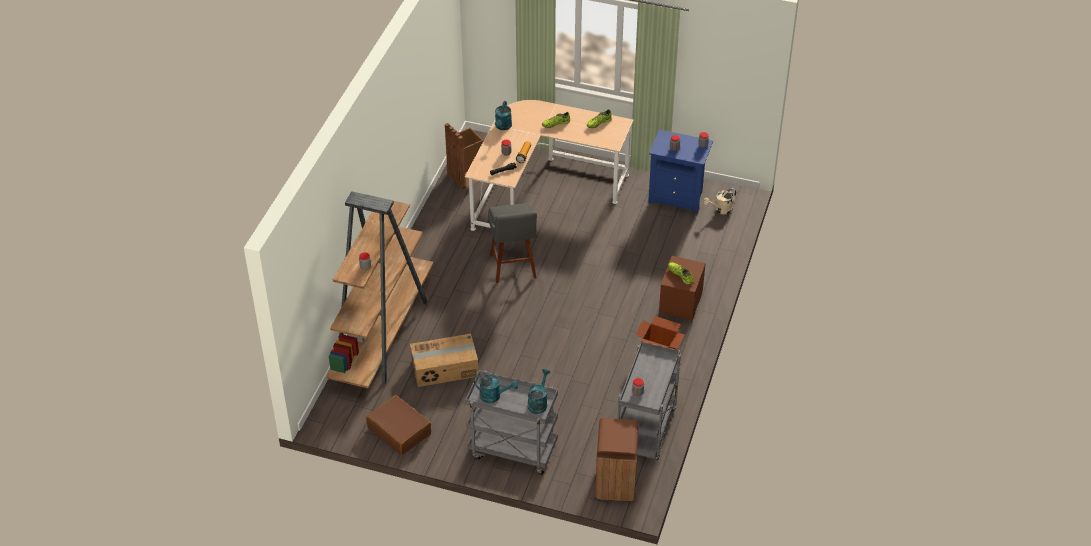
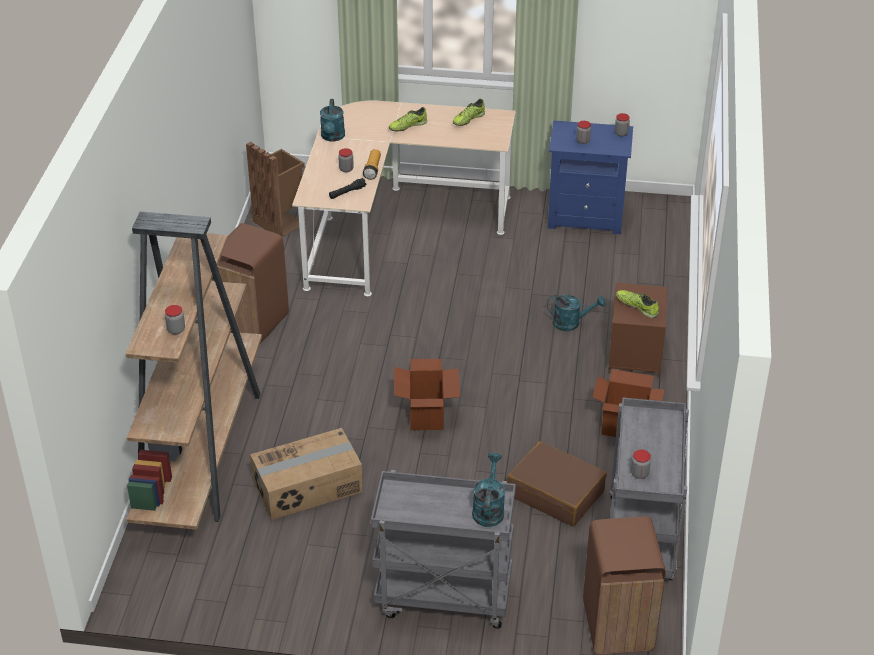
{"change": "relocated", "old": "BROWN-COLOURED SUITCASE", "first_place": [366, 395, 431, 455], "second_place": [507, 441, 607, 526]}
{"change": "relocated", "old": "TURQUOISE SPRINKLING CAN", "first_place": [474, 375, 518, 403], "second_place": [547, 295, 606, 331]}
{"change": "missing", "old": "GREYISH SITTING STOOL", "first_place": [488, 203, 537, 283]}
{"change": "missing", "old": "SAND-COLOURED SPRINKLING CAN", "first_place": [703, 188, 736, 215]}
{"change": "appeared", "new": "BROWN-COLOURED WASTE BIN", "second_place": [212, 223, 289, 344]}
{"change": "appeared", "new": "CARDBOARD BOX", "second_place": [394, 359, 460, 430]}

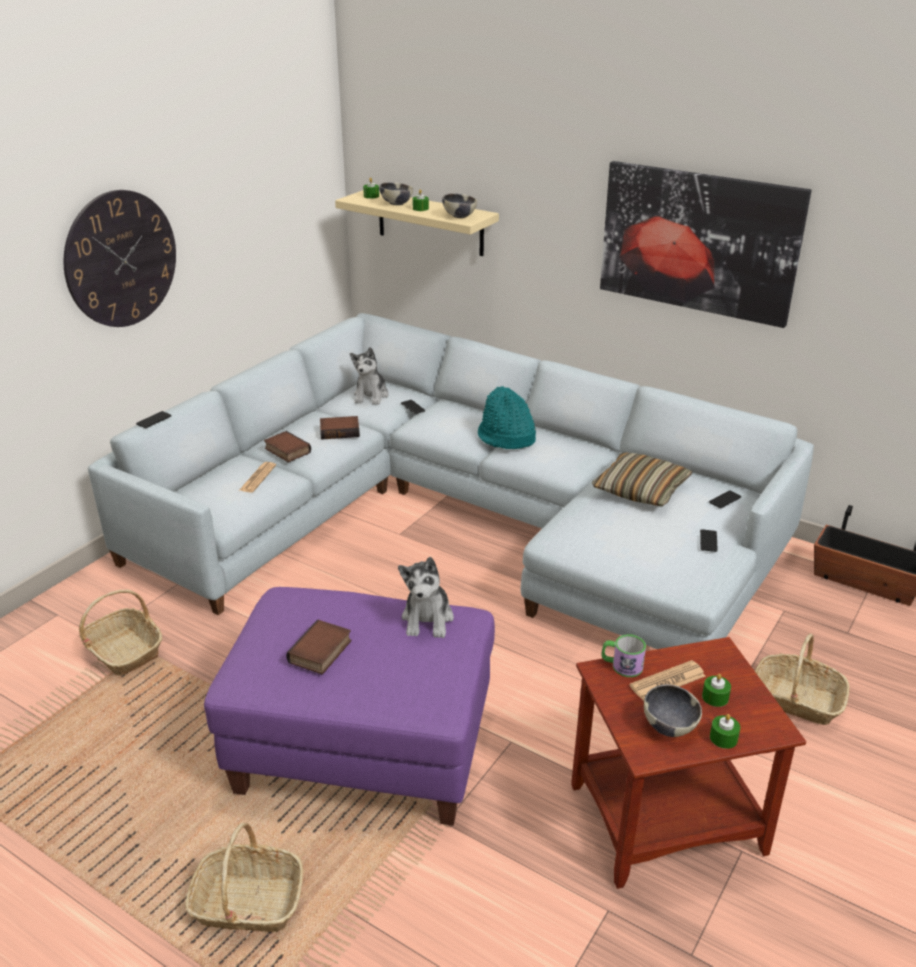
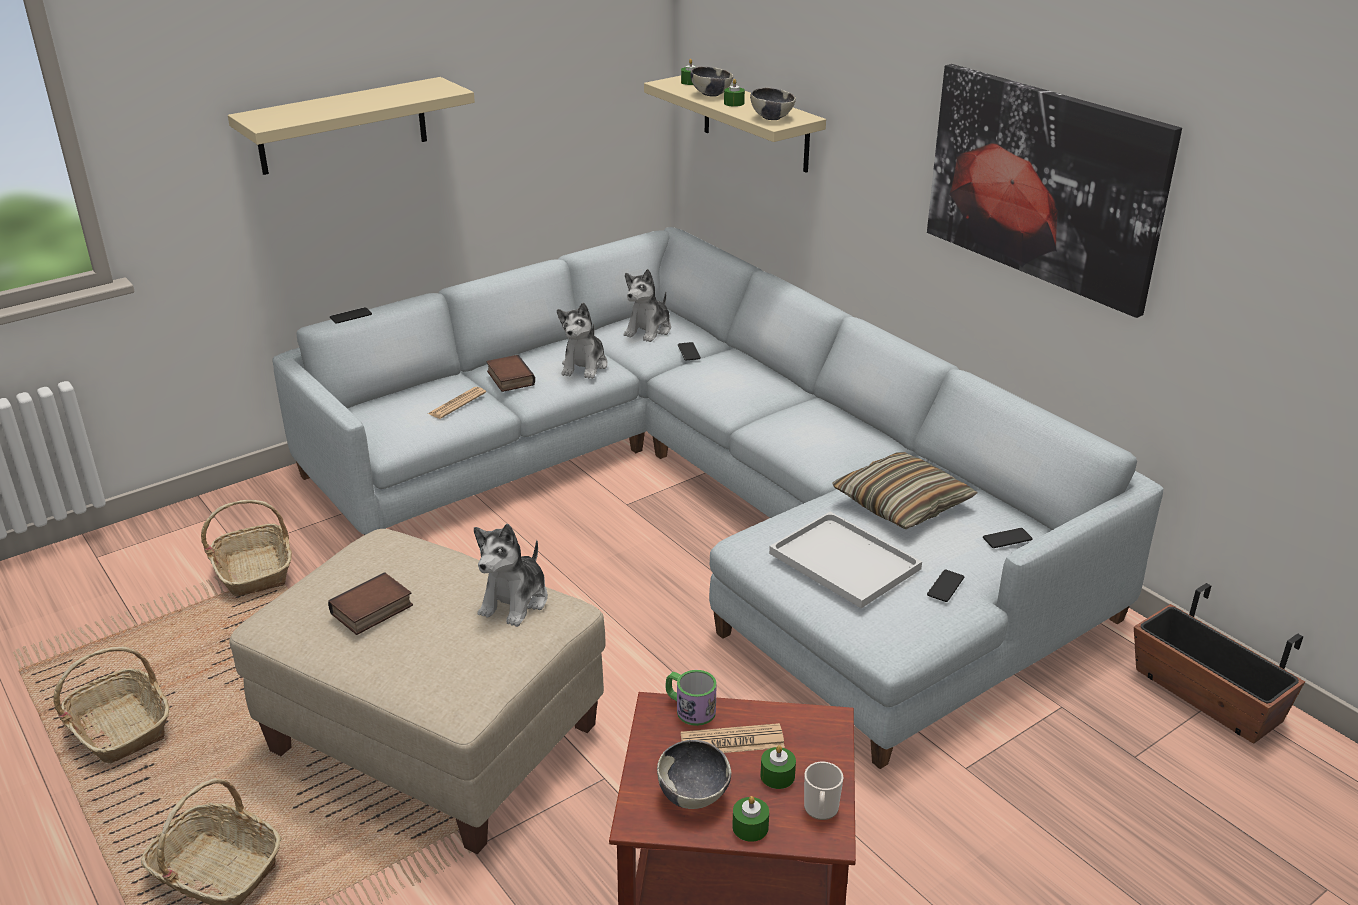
{"change": "exchanged", "old": "WALL CLOCK", "new": "SAND-COLOURED BRACKET SHELF", "first_place": [63, 190, 176, 327], "second_place": [228, 77, 475, 175]}
{"change": "colour", "old": "PURPLE POUFFE", "new": "SAND-COLOURED POUFFE", "first_place": [204, 587, 495, 826], "second_place": [229, 529, 605, 854]}
{"change": "exchanged", "old": "BOUND BOOK", "new": "PLUSH TOY", "first_place": [320, 416, 360, 439], "second_place": [557, 303, 608, 379]}
{"change": "missing", "old": "TURQUOISE CLOTHING HAT", "first_place": [478, 386, 536, 449]}
{"change": "relocated", "old": "BASKET", "first_place": [755, 633, 849, 725], "second_place": [53, 647, 169, 763]}
{"change": "appeared", "new": "WHITISH SERVING TRAY", "second_place": [769, 512, 922, 608]}
{"change": "appeared", "new": "MUG", "second_place": [804, 762, 843, 820]}

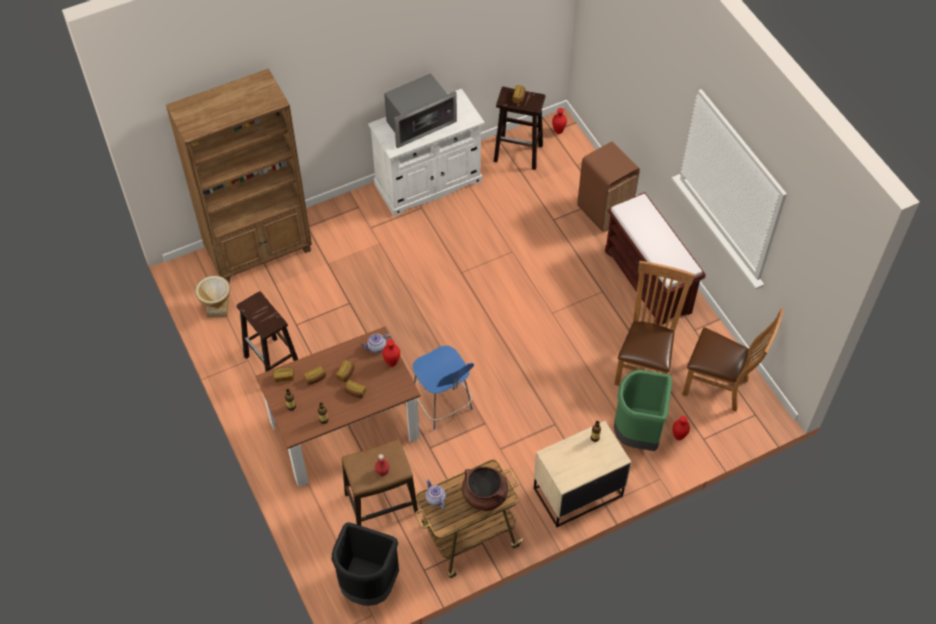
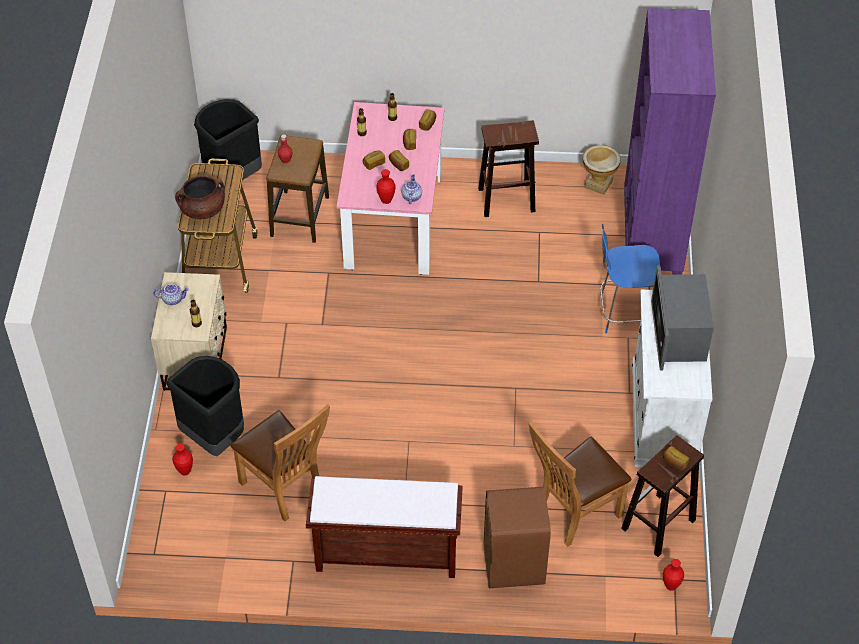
{"change": "colour", "old": "BROWN-COLOURED BOOKCASE", "new": "PURPLE BOOKCASE", "first_place": [166, 68, 312, 283], "second_place": [624, 8, 716, 275]}
{"change": "colour", "old": "BROWN-COLOURED DINNER TABLE", "new": "PINKISH DINNER TABLE", "first_place": [256, 326, 421, 487], "second_place": [336, 102, 445, 275]}
{"change": "relocated", "old": "BLUE-COLOURED PLAIN CHAIR", "first_place": [413, 346, 474, 430], "second_place": [600, 224, 662, 333]}
{"change": "relocated", "old": "POT FOR TEA", "first_place": [426, 479, 446, 509], "second_place": [154, 284, 189, 305]}
{"change": "colour", "old": "GREENISH WASTE BIN", "new": "BLACK WASTE BIN", "first_place": [614, 370, 672, 451], "second_place": [167, 356, 244, 456]}
{"change": "relocated", "old": "BROWN-COLOURED PLAIN CHAIR", "first_place": [682, 307, 784, 412], "second_place": [529, 422, 632, 547]}

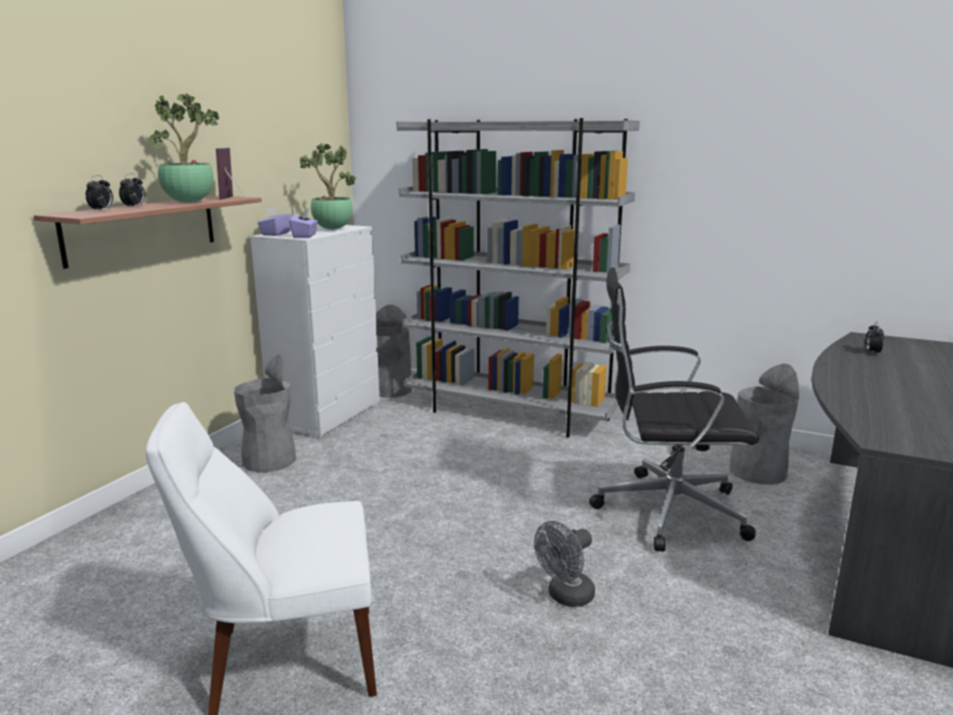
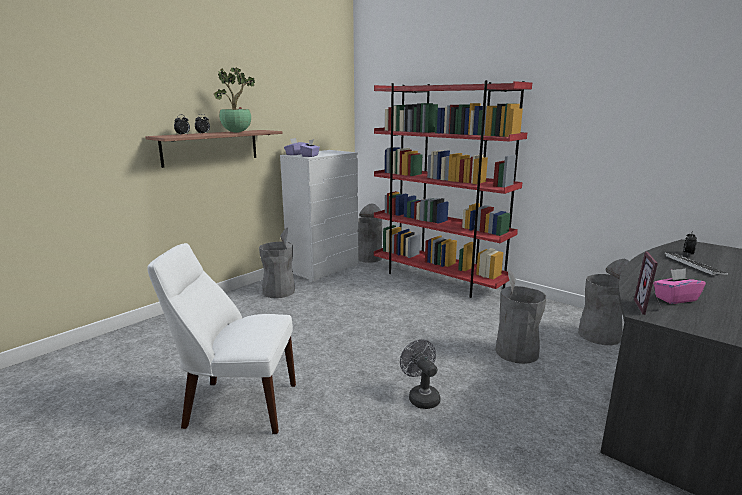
{"change": "relocated", "old": "PHOTO FRAME", "first_place": [216, 148, 244, 200], "second_place": [634, 251, 662, 315]}
{"change": "missing", "old": "POTTED PLANT", "first_place": [300, 143, 356, 230]}
{"change": "colour", "old": "GREYISH BOOKCASE", "new": "RED-COLOURED BOOKCASE", "first_place": [397, 118, 640, 438], "second_place": [374, 80, 532, 298]}
{"change": "spun", "old": "GREYISH FAN", "first_place": [534, 521, 595, 607], "second_place": [400, 339, 441, 409], "degrees": 90}
{"change": "exchanged", "old": "BLACK OFFICE CHAIR", "new": "GREYISH WASTE BIN", "first_place": [589, 267, 759, 551], "second_place": [495, 269, 546, 364]}
{"change": "appeared", "new": "PINKISH TISSUE BOX", "second_place": [653, 268, 706, 304]}
{"change": "appeared", "new": "KEYBOARD", "second_place": [665, 253, 728, 275]}

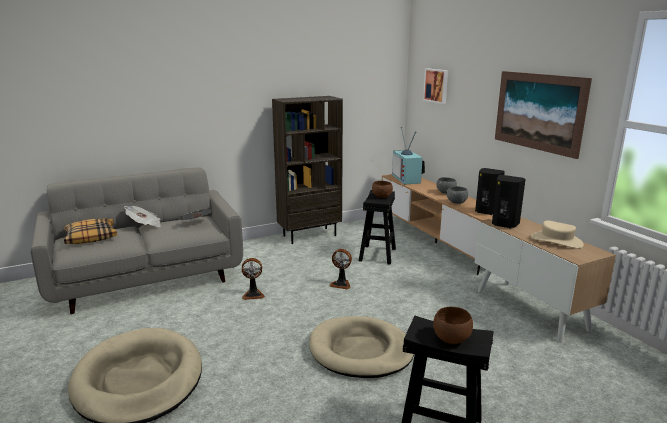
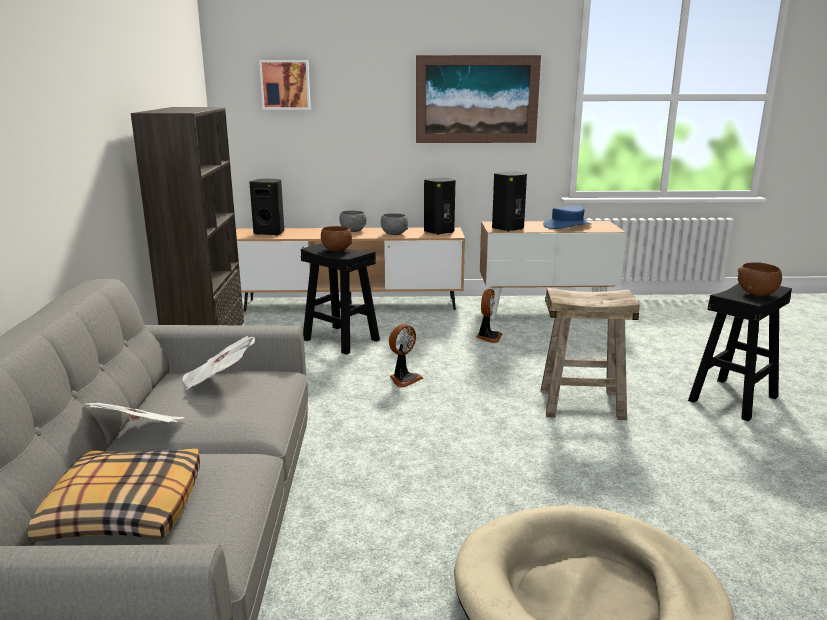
{"change": "relocated", "old": "FAN", "first_place": [242, 258, 265, 300], "second_place": [476, 289, 502, 343]}
{"change": "exchanged", "old": "SAND-COLOURED PET BED", "new": "SAND-COLOURED SITTING STOOL", "first_place": [309, 316, 414, 378], "second_place": [541, 288, 640, 420]}
{"change": "exchanged", "old": "TV SET", "new": "BLACK LOUDSPEAKER", "first_place": [392, 127, 425, 185], "second_place": [249, 179, 284, 236]}
{"change": "colour", "old": "SAND-COLOURED CLOTHING HAT", "new": "BLUE-COLOURED CLOTHING HAT", "first_place": [531, 221, 584, 249], "second_place": [543, 206, 591, 229]}

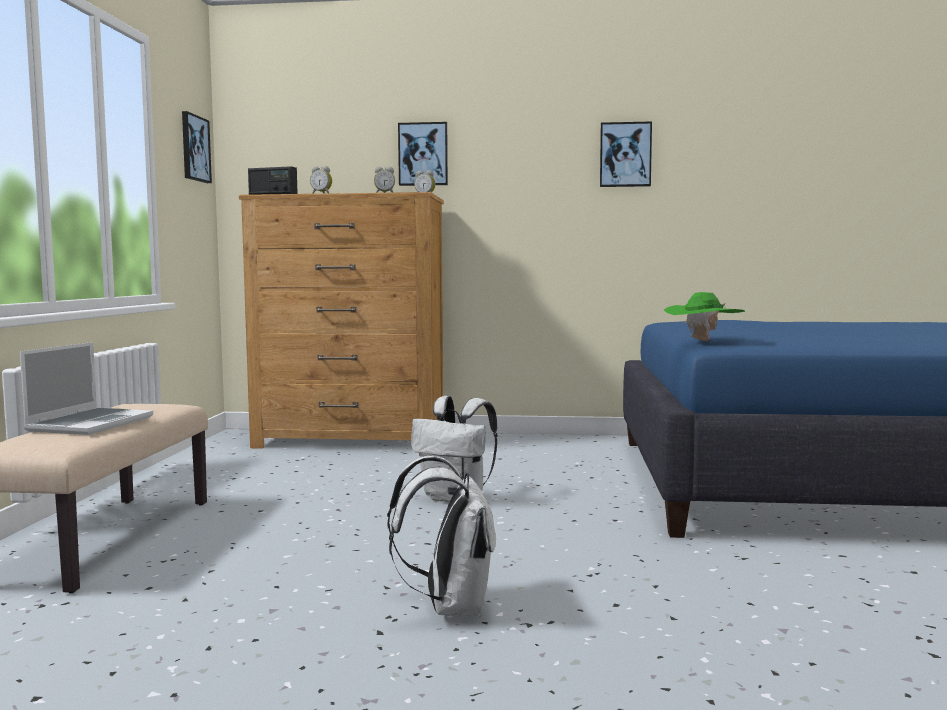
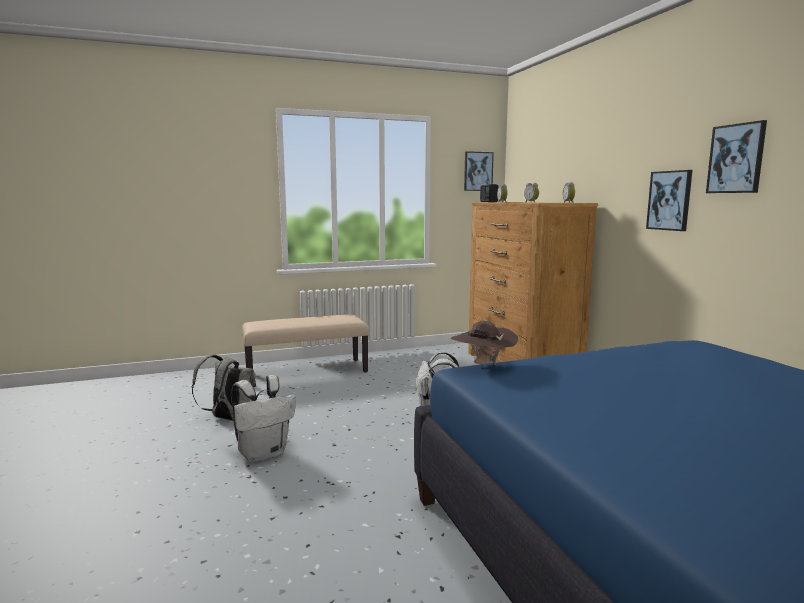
{"change": "missing", "old": "NOTEBOOK COMPUTER", "first_place": [20, 342, 153, 435]}
{"change": "relocated", "old": "PICTURE", "first_place": [398, 122, 448, 186], "second_place": [646, 170, 692, 231]}
{"change": "colour", "old": "GREENISH CLOTHING HAT", "new": "BROWN-COLOURED CLOTHING HAT", "first_place": [664, 292, 745, 341], "second_place": [450, 321, 518, 365]}
{"change": "appeared", "new": "GREYISH BACKPACK", "second_place": [192, 355, 256, 421]}

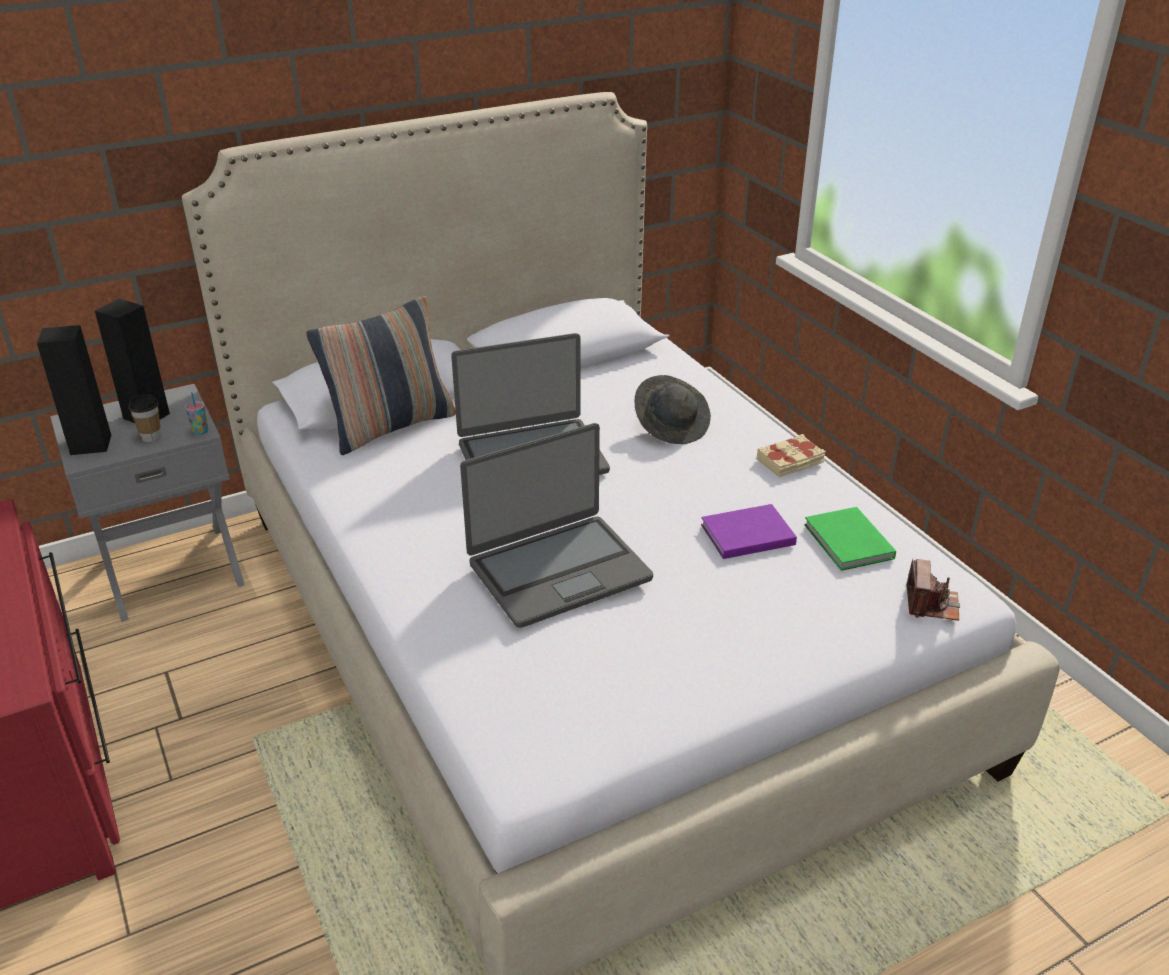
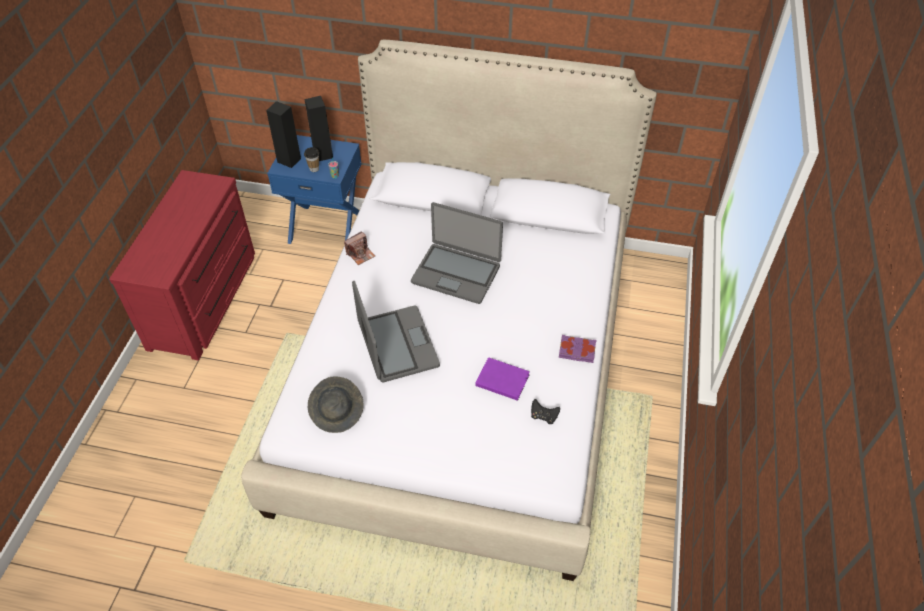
{"change": "colour", "old": "GREYISH BEDSIDE TABLE", "new": "BLUE-COLOURED BEDSIDE TABLE", "first_place": [50, 384, 245, 622], "second_place": [267, 135, 362, 244]}
{"change": "missing", "old": "PILLOW", "first_place": [307, 296, 456, 455]}
{"change": "spun", "old": "NOTEBOOK COMPUTER", "first_place": [460, 423, 653, 628], "second_place": [352, 281, 440, 382], "degrees": -120}
{"change": "relocated", "old": "GREYISH CLOTHING HAT", "first_place": [635, 375, 711, 444], "second_place": [308, 377, 364, 433]}
{"change": "colour", "old": "SAND-COLOURED BOUND BOOK", "new": "PURPLE BOUND BOOK", "first_place": [757, 434, 826, 477], "second_place": [559, 335, 596, 363]}
{"change": "exchanged", "old": "GREENISH BOUND BOOK", "new": "BLACK GAME CONTROLLER", "first_place": [804, 507, 896, 571], "second_place": [531, 399, 560, 424]}
{"change": "relocated", "old": "PHOTO CAMERA", "first_place": [907, 559, 960, 621], "second_place": [344, 231, 375, 265]}

